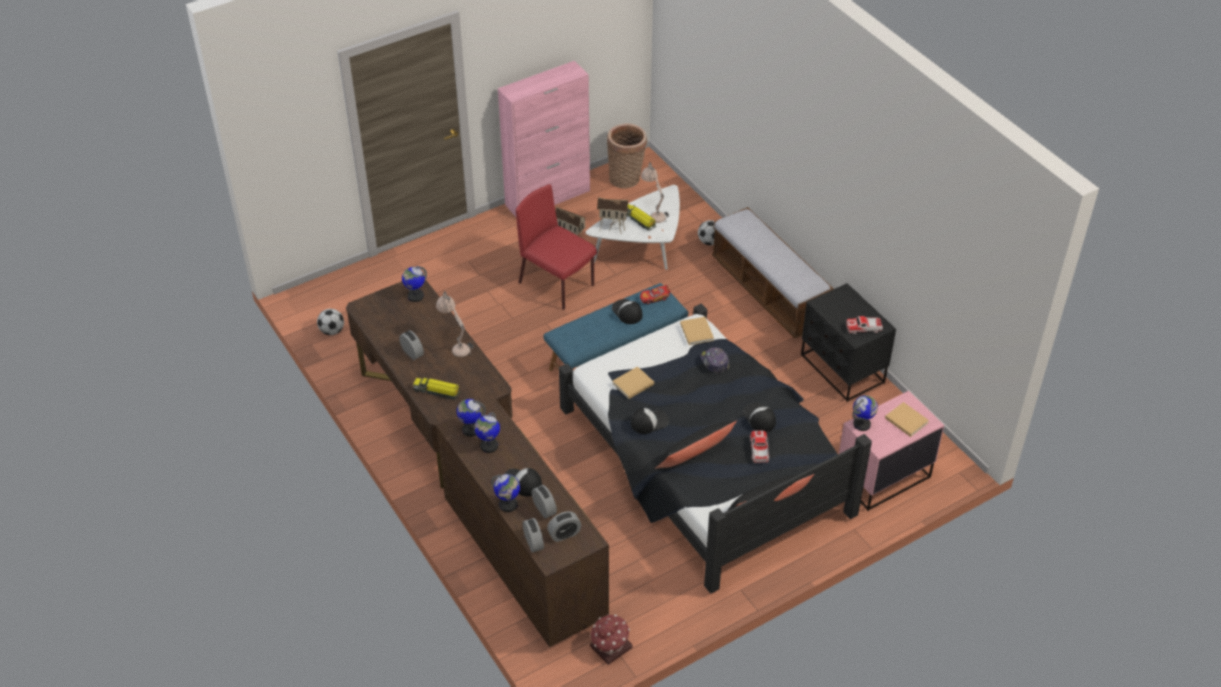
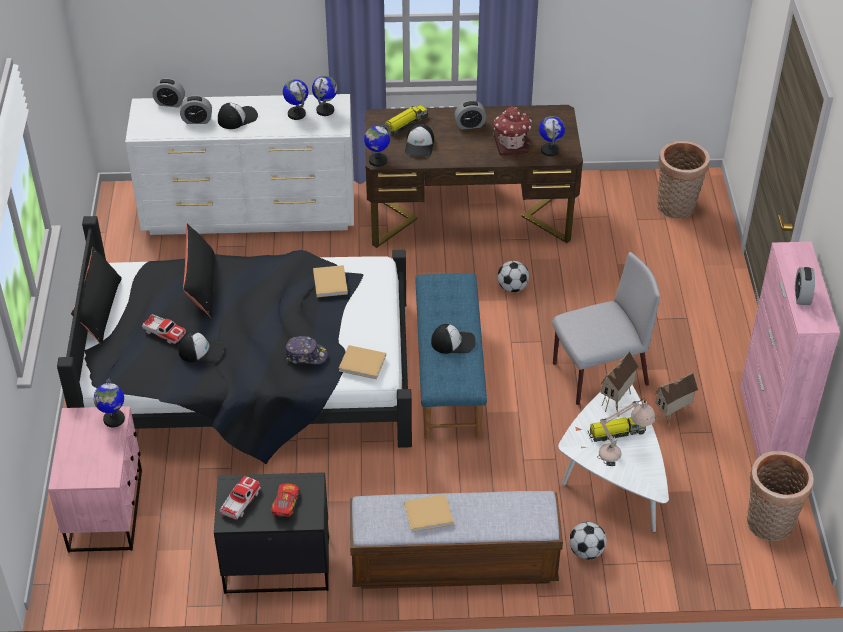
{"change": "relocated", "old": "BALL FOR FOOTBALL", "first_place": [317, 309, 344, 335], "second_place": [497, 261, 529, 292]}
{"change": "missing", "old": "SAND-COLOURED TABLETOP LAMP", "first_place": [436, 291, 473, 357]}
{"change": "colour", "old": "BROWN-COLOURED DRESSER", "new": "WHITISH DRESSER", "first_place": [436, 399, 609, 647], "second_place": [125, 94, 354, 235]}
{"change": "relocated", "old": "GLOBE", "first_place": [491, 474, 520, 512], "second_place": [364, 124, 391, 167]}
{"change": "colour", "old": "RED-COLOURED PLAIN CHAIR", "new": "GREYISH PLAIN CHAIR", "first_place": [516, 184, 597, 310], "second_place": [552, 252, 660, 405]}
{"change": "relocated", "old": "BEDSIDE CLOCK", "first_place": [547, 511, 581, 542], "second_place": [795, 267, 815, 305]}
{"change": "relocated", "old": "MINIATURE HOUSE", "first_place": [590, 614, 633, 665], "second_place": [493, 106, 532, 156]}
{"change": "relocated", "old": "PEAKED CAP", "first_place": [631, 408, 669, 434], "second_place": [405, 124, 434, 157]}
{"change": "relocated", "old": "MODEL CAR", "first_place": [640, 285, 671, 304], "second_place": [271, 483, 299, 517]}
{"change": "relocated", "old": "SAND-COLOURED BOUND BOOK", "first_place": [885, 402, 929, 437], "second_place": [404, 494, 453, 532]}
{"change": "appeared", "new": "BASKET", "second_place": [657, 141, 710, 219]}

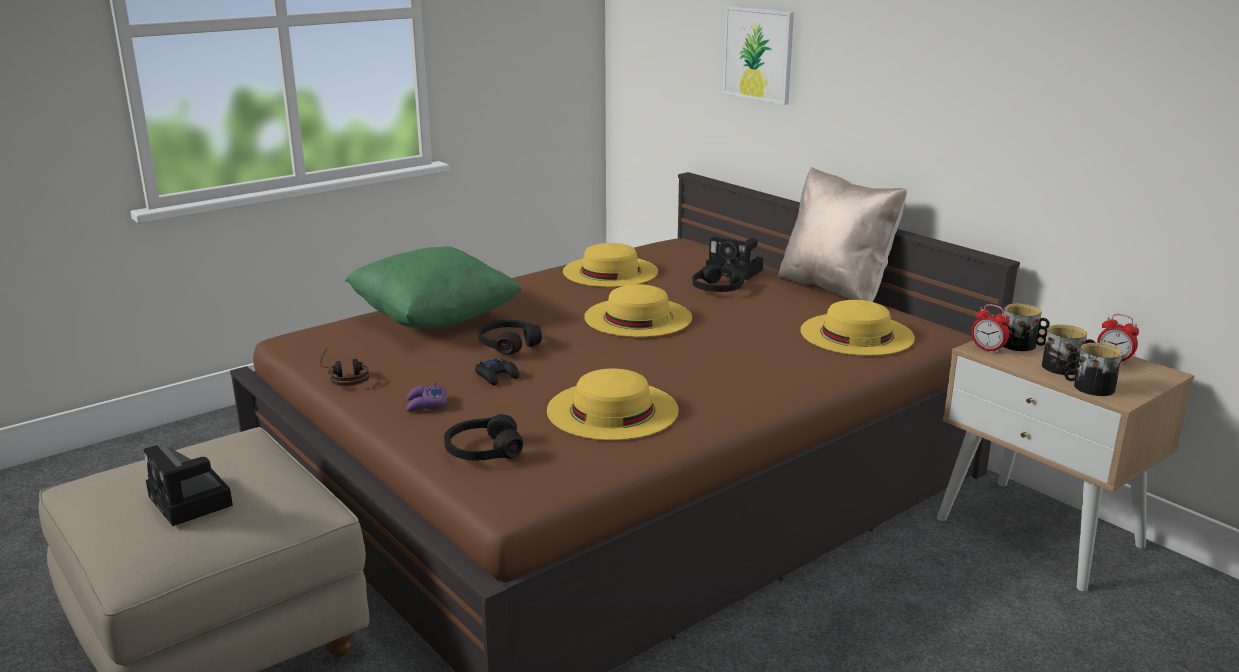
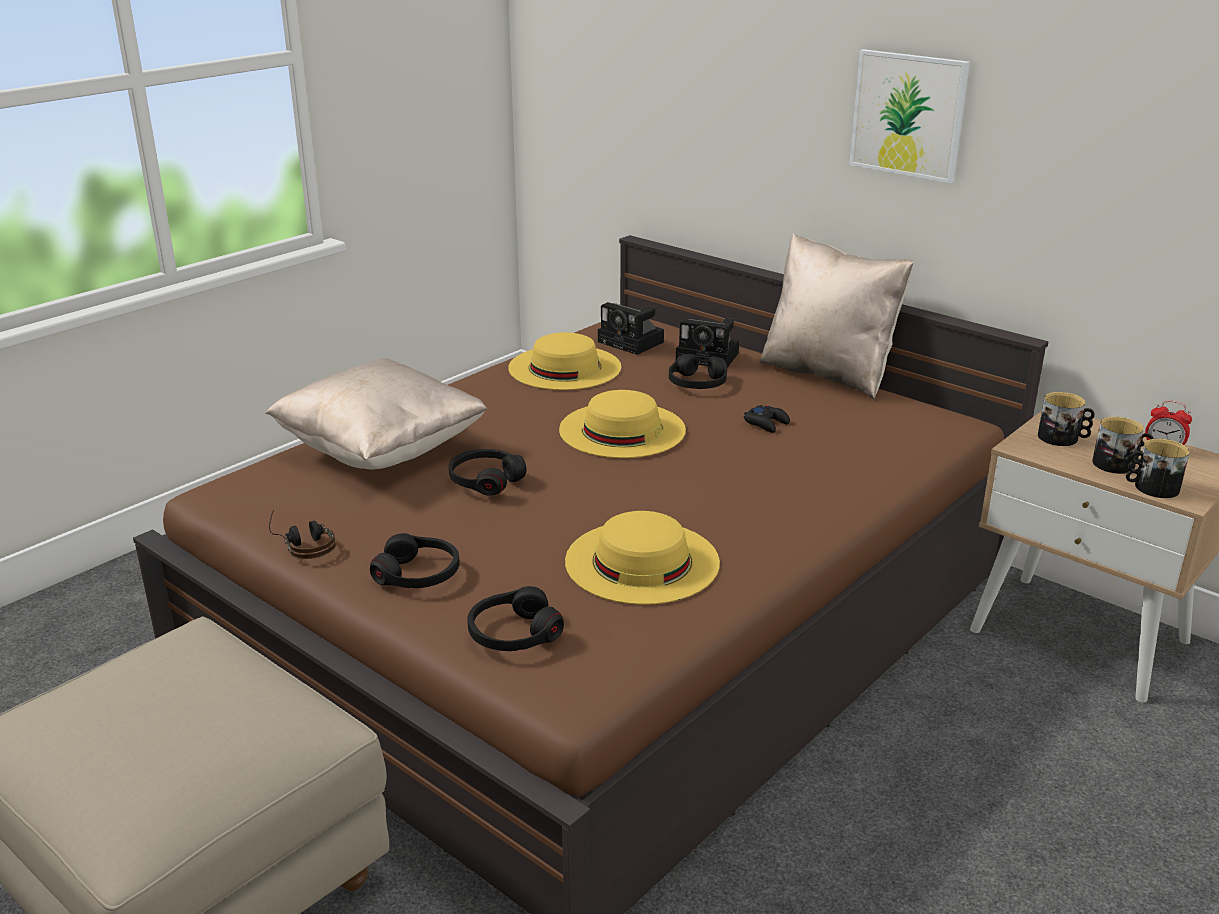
{"change": "relocated", "old": "PHOTO CAMERA", "first_place": [144, 445, 233, 526], "second_place": [598, 302, 664, 355]}
{"change": "colour", "old": "GREENISH PILLOW", "new": "SAND-COLOURED PILLOW", "first_place": [345, 246, 522, 328], "second_place": [265, 358, 487, 470]}
{"change": "exchanged", "old": "PURPLE GAME CONTROLLER", "new": "BLACK PAIR OF HEADPHONES", "first_place": [406, 382, 446, 412], "second_place": [370, 533, 460, 588]}
{"change": "relocated", "old": "BLACK GAME CONTROLLER", "first_place": [475, 359, 519, 385], "second_place": [744, 405, 790, 433]}
{"change": "relocated", "old": "PICTURE", "first_place": [723, 6, 794, 105], "second_place": [849, 49, 970, 183]}
{"change": "missing", "old": "YELLOWISH CLOTHING HAT", "first_place": [800, 300, 915, 356]}
{"change": "missing", "old": "BEDSIDE CLOCK", "first_place": [971, 304, 1010, 354]}

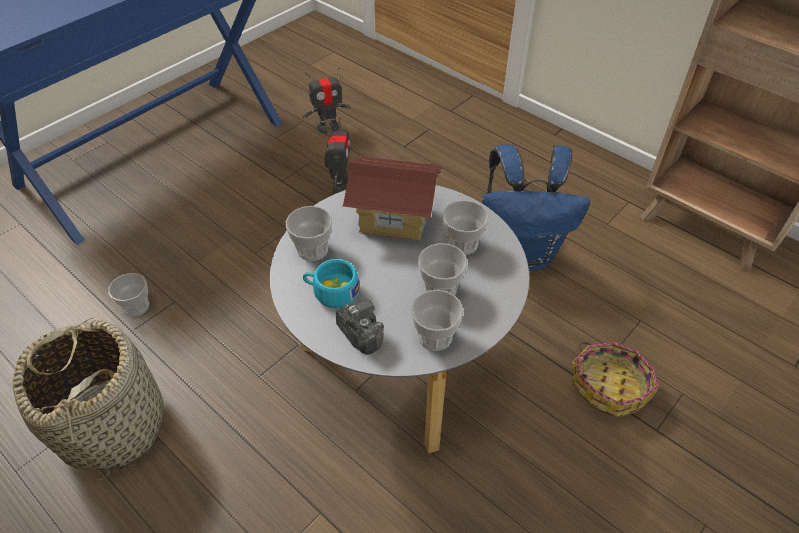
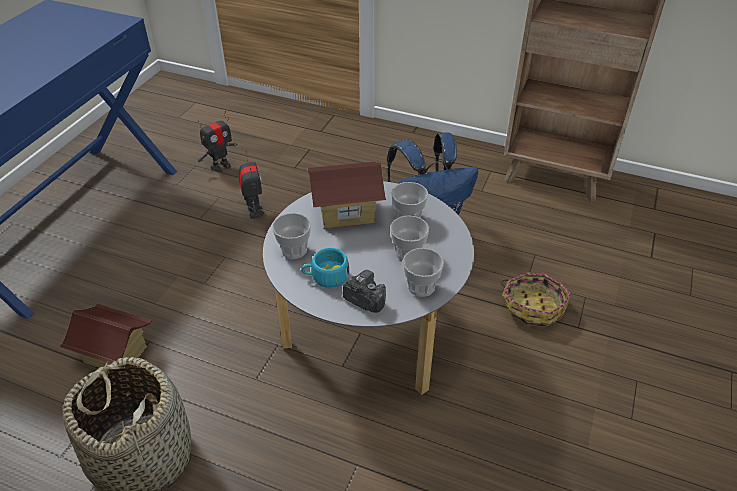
{"change": "exchanged", "old": "CUP", "new": "MINIATURE HOUSE", "first_place": [108, 273, 149, 316], "second_place": [59, 303, 152, 368]}

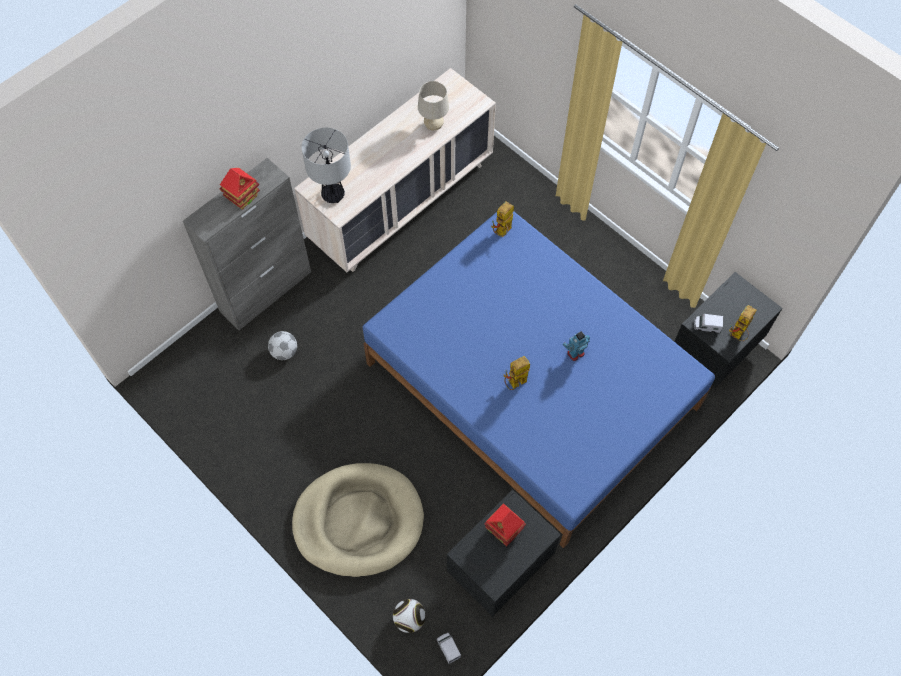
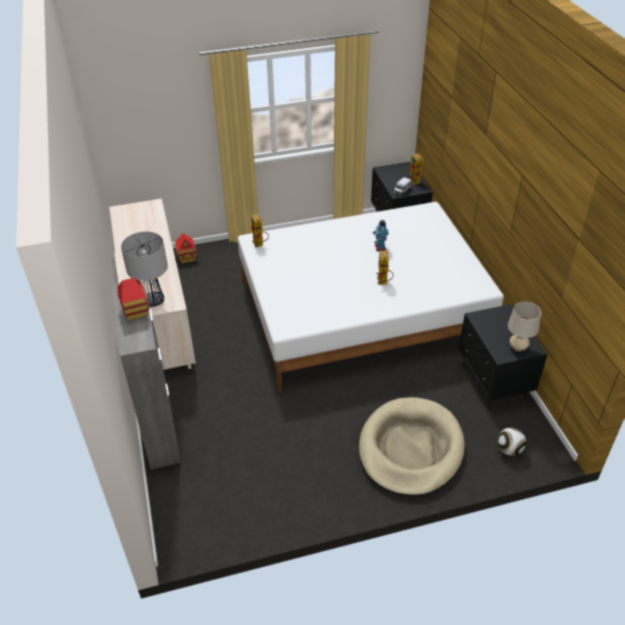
{"change": "missing", "old": "BALL FOR FOOTBALL", "first_place": [268, 331, 297, 360]}
{"change": "colour", "old": "BLUE-COLOURED BEDROOM BED", "new": "WHITISH BEDROOM BED", "first_place": [363, 211, 715, 548], "second_place": [238, 202, 504, 391]}
{"change": "relocated", "old": "SAND-COLOURED TABLETOP LAMP", "first_place": [418, 81, 449, 131], "second_place": [508, 302, 541, 351]}
{"change": "missing", "old": "TOY TRUCK", "first_place": [436, 633, 461, 664]}
{"change": "relocated", "old": "MINIATURE HOUSE", "first_place": [484, 503, 526, 546], "second_place": [175, 233, 197, 264]}

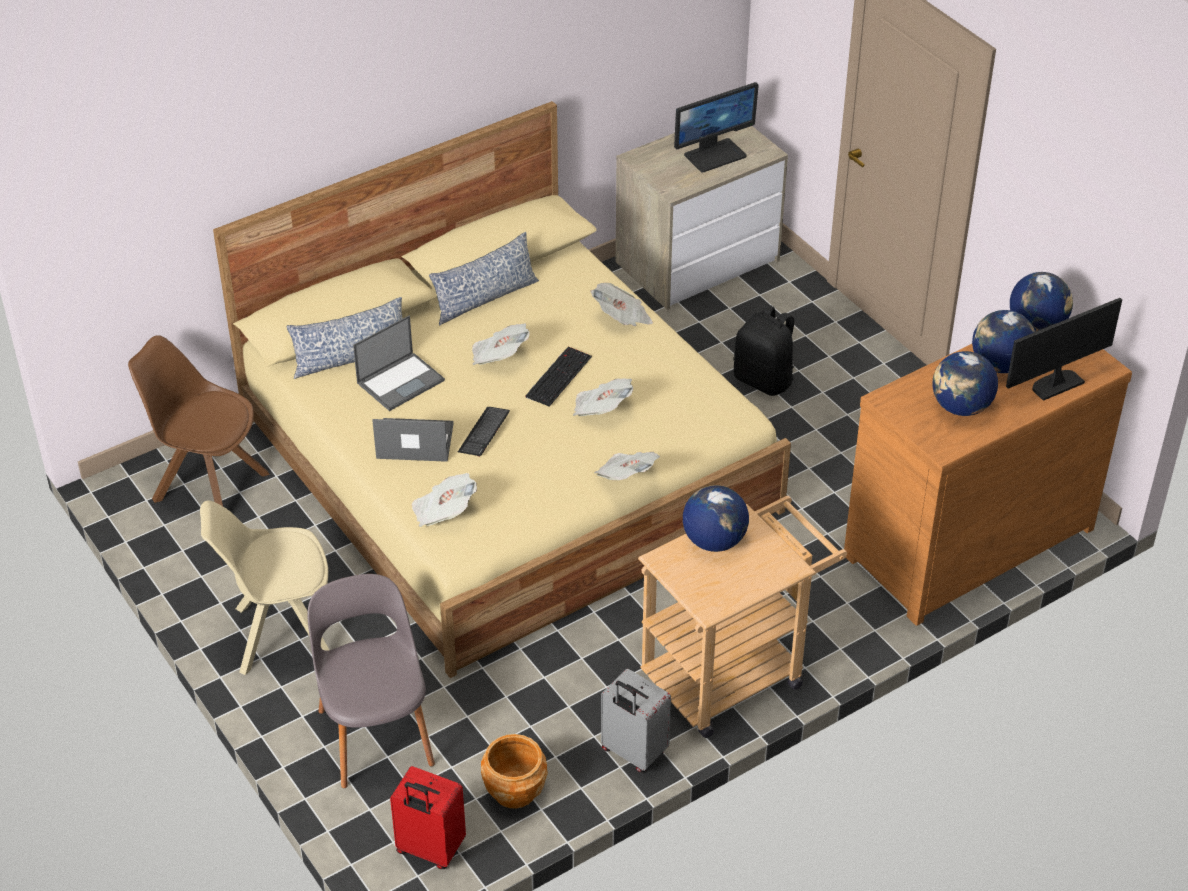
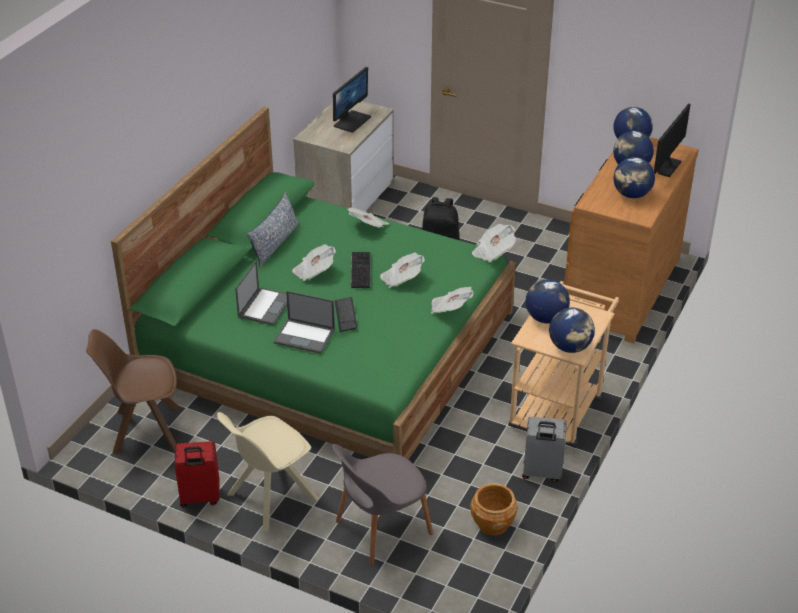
{"change": "colour", "old": "SAND-COLOURED BEDROOM BED", "new": "GREENISH BEDROOM BED", "first_place": [213, 101, 791, 678], "second_place": [111, 107, 516, 459]}
{"change": "missing", "old": "PILLOW", "first_place": [287, 297, 403, 379]}
{"change": "spun", "old": "GREYISH PLAIN CHAIR", "first_place": [307, 574, 435, 788], "second_place": [332, 444, 433, 565], "degrees": -75}
{"change": "spun", "old": "NOTEBOOK COMPUTER", "first_place": [372, 418, 454, 462], "second_place": [274, 291, 335, 354], "degrees": -135}
{"change": "relocated", "old": "RED-COLOURED SUITCASE", "first_place": [390, 766, 466, 869], "second_place": [175, 441, 220, 508]}
{"change": "relocated", "old": "DAILY PAPER", "first_place": [412, 473, 477, 527], "second_place": [472, 224, 516, 262]}
{"change": "appeared", "new": "GLOBE", "second_place": [549, 308, 595, 353]}

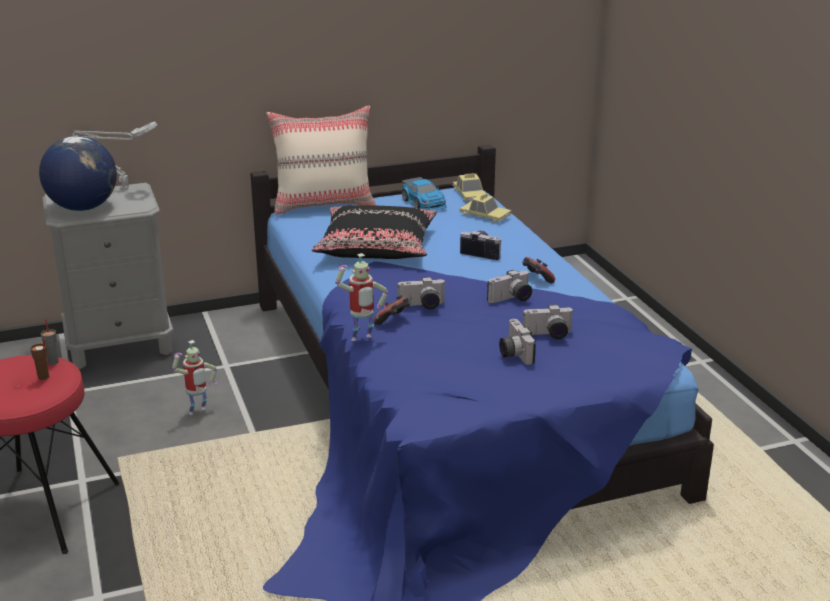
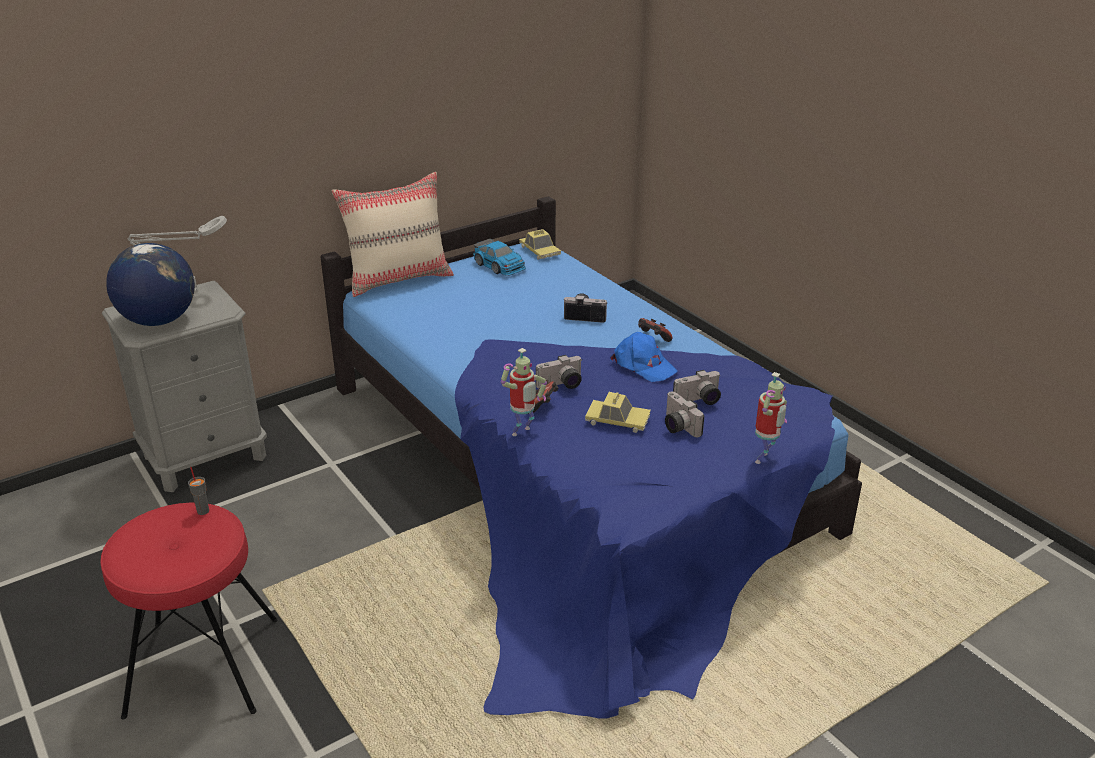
{"change": "missing", "old": "BROWN-COLOURED CUP", "first_place": [30, 338, 49, 380]}
{"change": "relocated", "old": "MODEL ROBOT", "first_place": [172, 340, 217, 415], "second_place": [755, 372, 787, 464]}
{"change": "missing", "old": "BLACK PILLOW", "first_place": [312, 205, 437, 259]}
{"change": "relocated", "old": "MODEL CAR", "first_place": [460, 193, 511, 223], "second_place": [585, 392, 651, 433]}
{"change": "exchanged", "old": "PHOTO CAMERA", "new": "BLUE-COLOURED PEAKED CAP", "first_place": [487, 270, 532, 303], "second_place": [610, 332, 678, 382]}

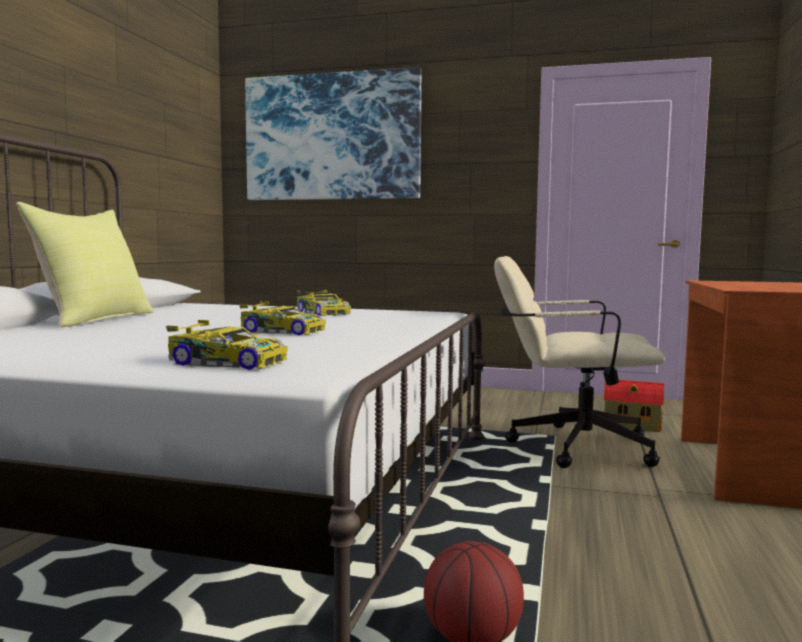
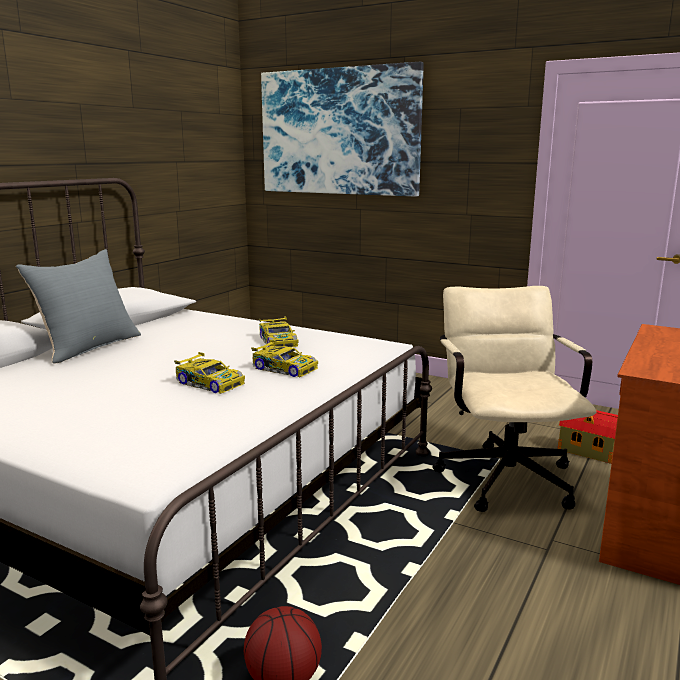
{"change": "colour", "old": "YELLOWISH PILLOW", "new": "GREYISH PILLOW", "first_place": [16, 202, 154, 327], "second_place": [16, 249, 141, 363]}
{"change": "relocated", "old": "MODEL CAR", "first_place": [166, 320, 288, 370], "second_place": [251, 340, 318, 377]}
{"change": "spun", "old": "SAND-COLOURED OFFICE CHAIR", "first_place": [494, 256, 665, 468], "second_place": [432, 286, 597, 512], "degrees": 60}

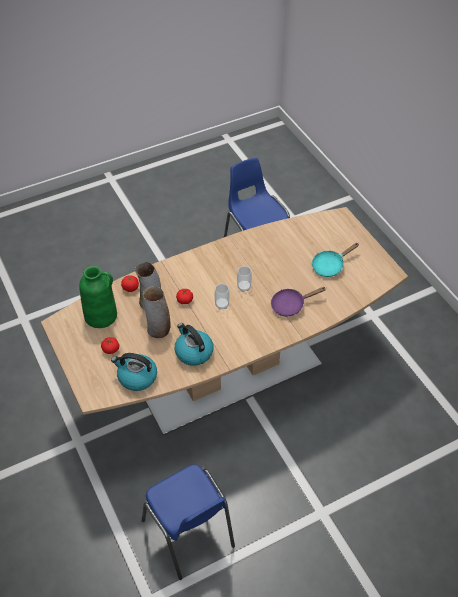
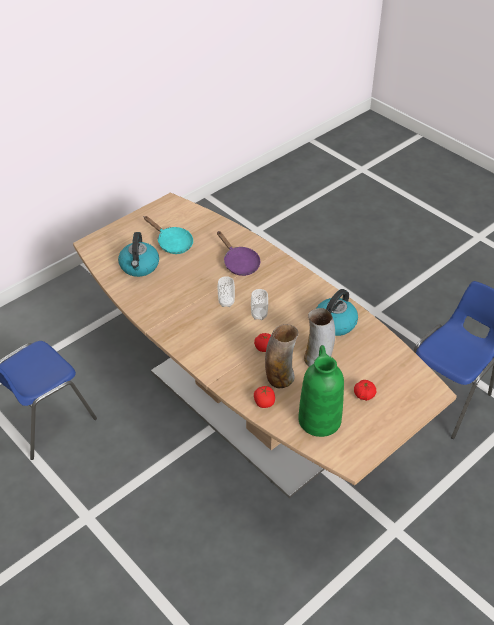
{"change": "relocated", "old": "WATER KETTLE", "first_place": [111, 353, 157, 391], "second_place": [118, 232, 159, 277]}

